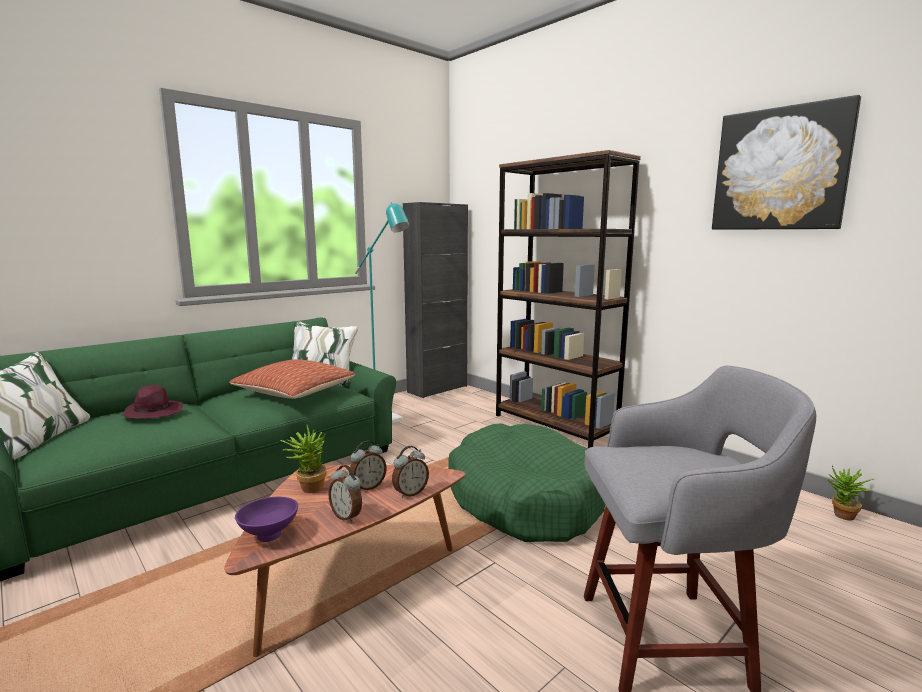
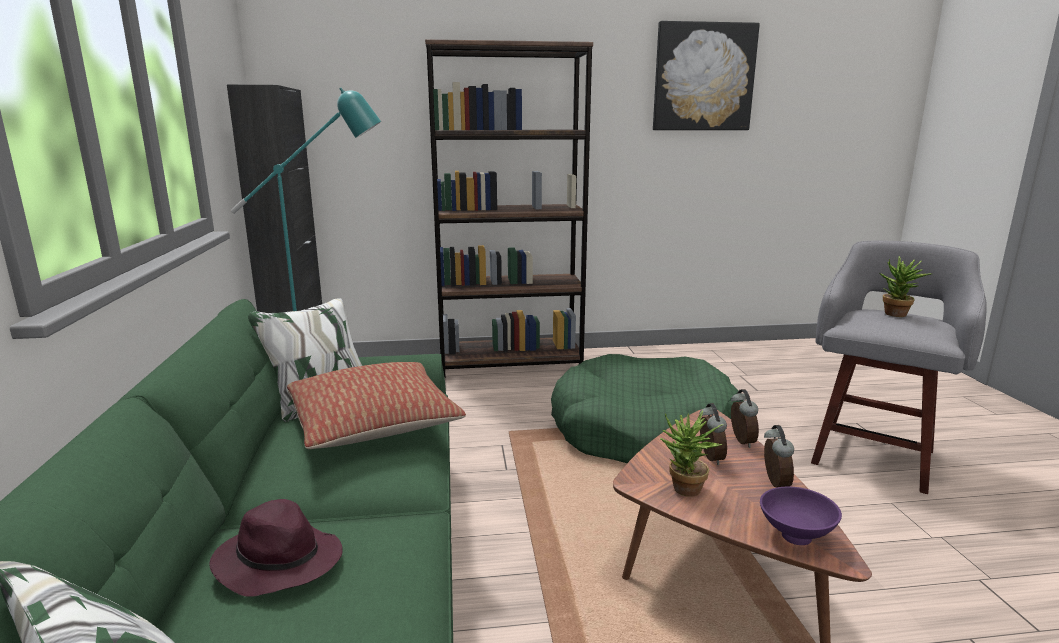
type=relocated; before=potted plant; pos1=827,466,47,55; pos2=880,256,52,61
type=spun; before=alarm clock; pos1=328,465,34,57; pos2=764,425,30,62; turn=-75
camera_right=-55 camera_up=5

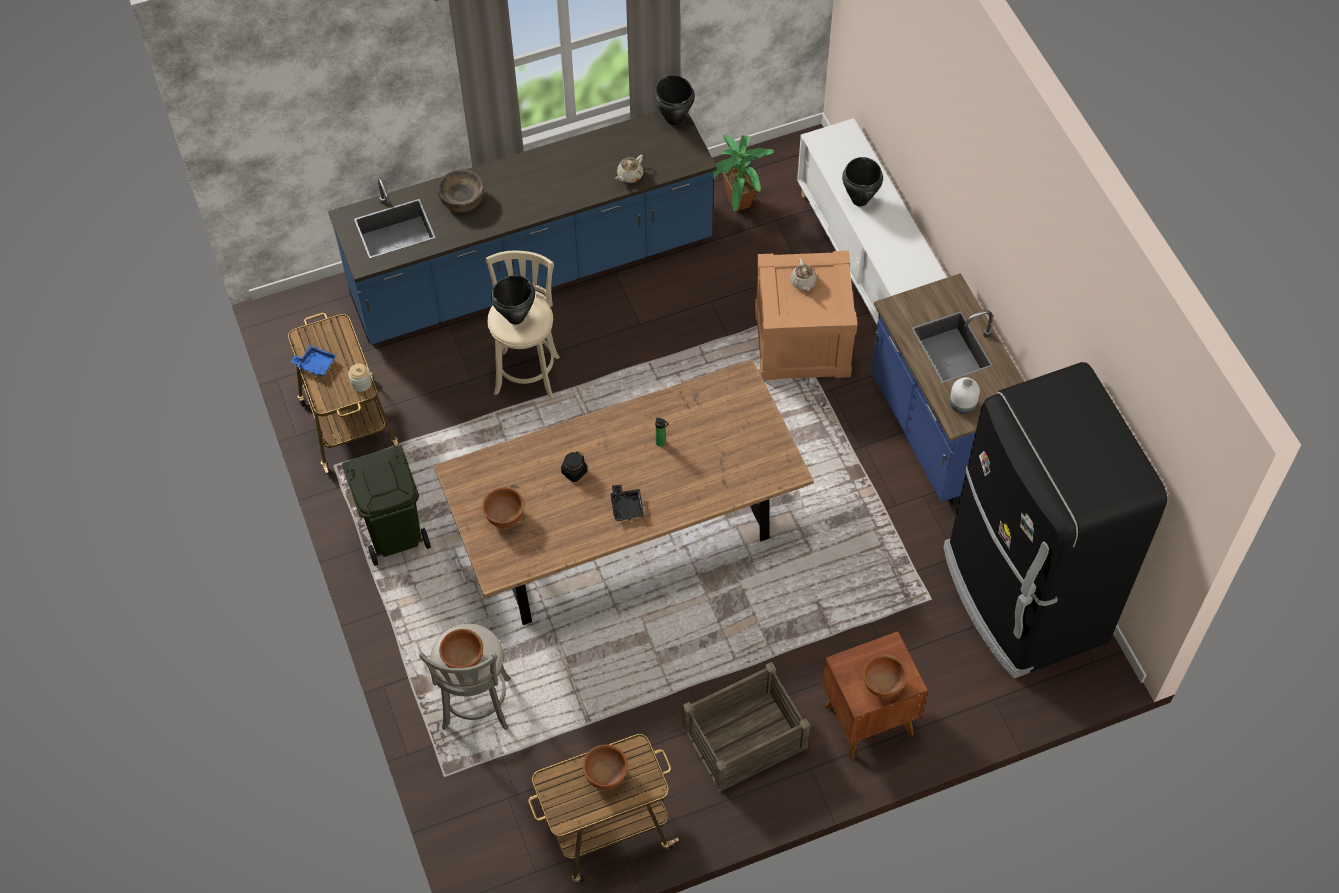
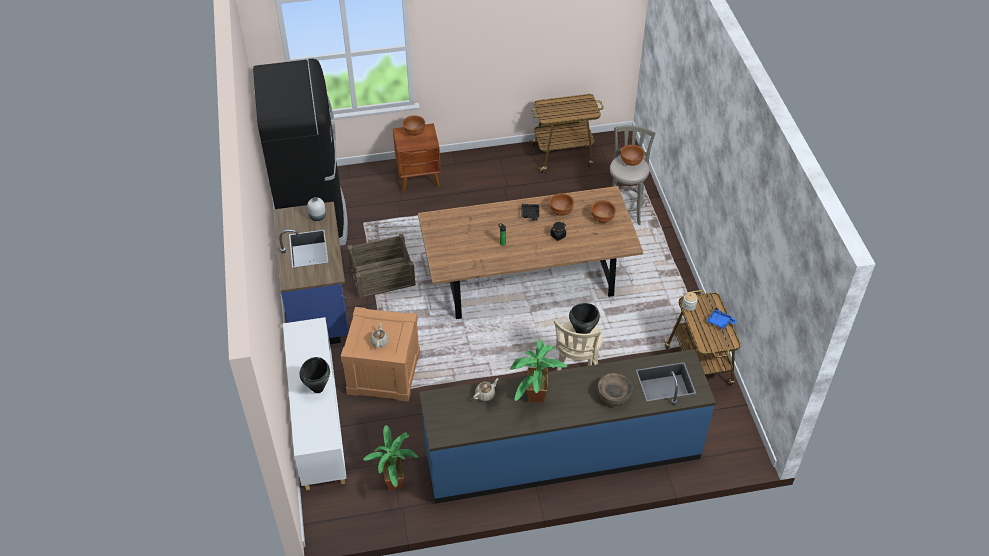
type=missing; before=trash can (green); pos1=342,445,89,121
type=missing; before=cooking pot (black); pos1=654,75,41,50
type=appeared; after=potted plant; pos2=510,340,57,63
type=relocated; before=bowl (brown); pos1=583,745,45,45; pos2=549,193,25,23
type=relocated; before=crate; pos1=682,662,128,130; pos2=347,234,69,64
camera_right=-170 camera_up=-10

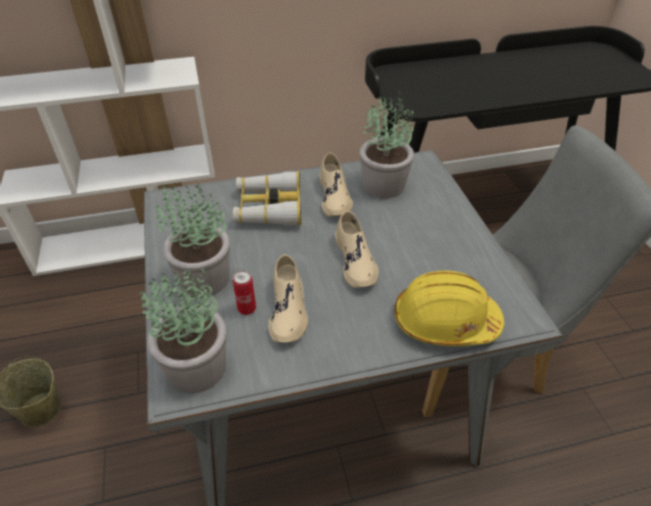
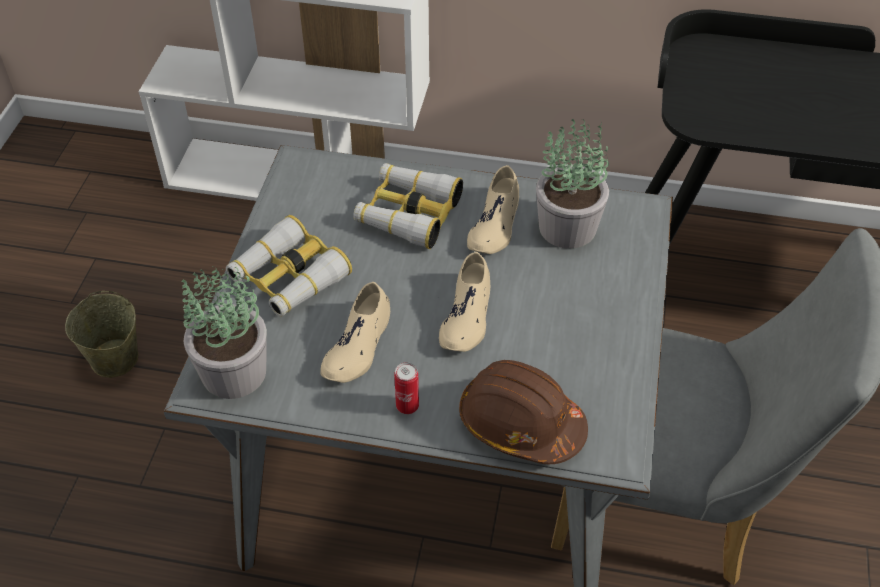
type=relocated; before=can; pos1=233,270,23,45; pos2=394,362,25,52
type=exchanged; before=potted plant; after=binoculars; pos1=155,181,75,117; pos2=226,215,126,102
type=colour; before=hard hat (yellow); after=hard hat (brown); pos1=394,270,110,76; pos2=459,360,129,104
camera_right=25 camera_up=5

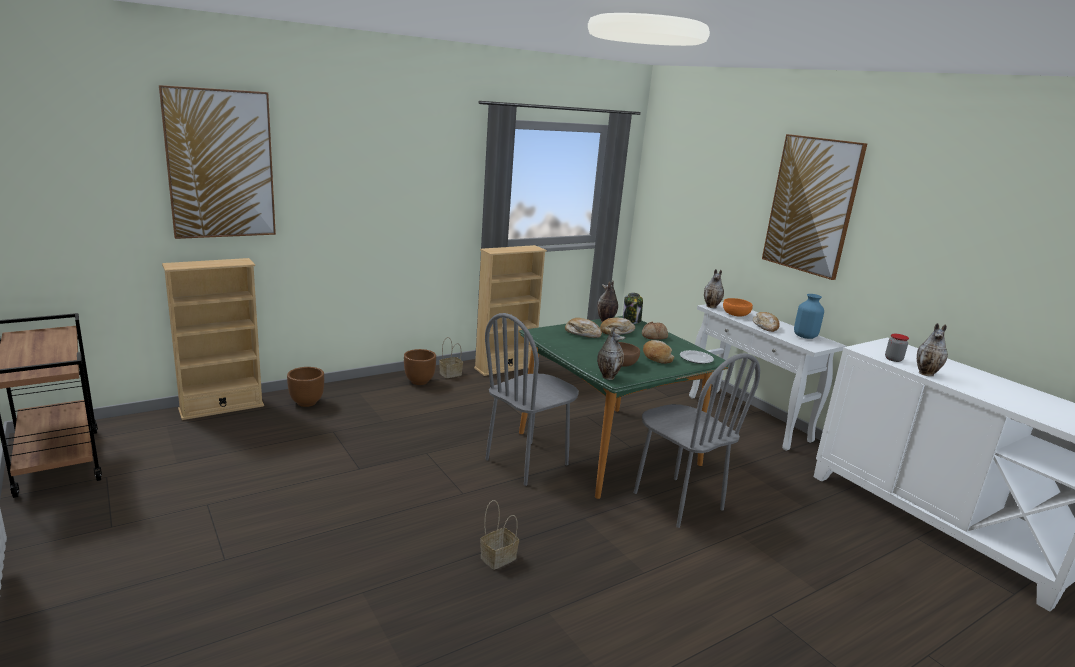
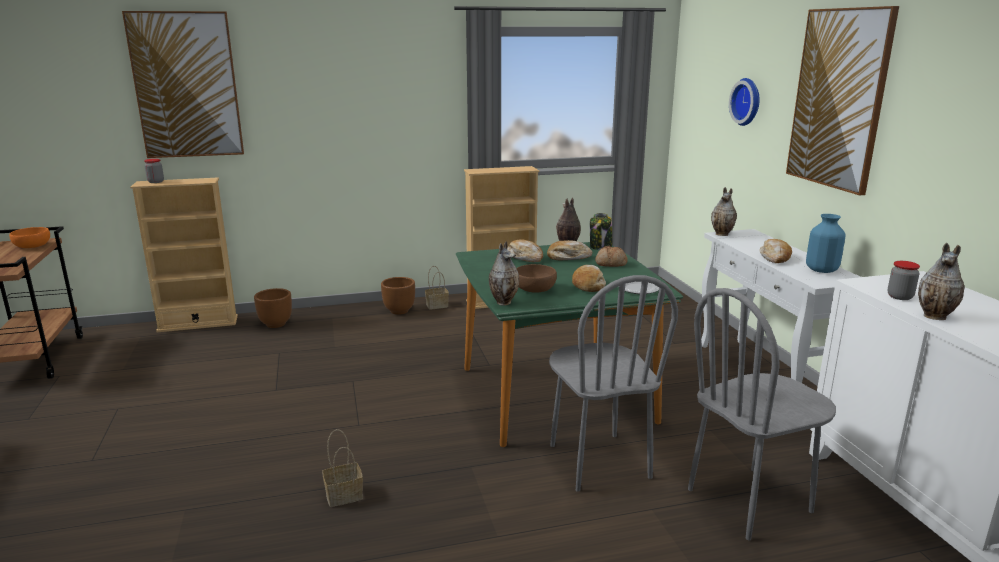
type=appeared; after=jar; pos2=144,159,20,24
type=appeared; after=wall clock; pos2=729,78,31,48
type=relocated; before=chair (grey); pos1=485,313,94,173; pos2=688,288,148,253
type=relocated; before=bowl (orange); pos1=723,298,30,19; pos2=9,227,41,21
camera_right=20 camera_up=0

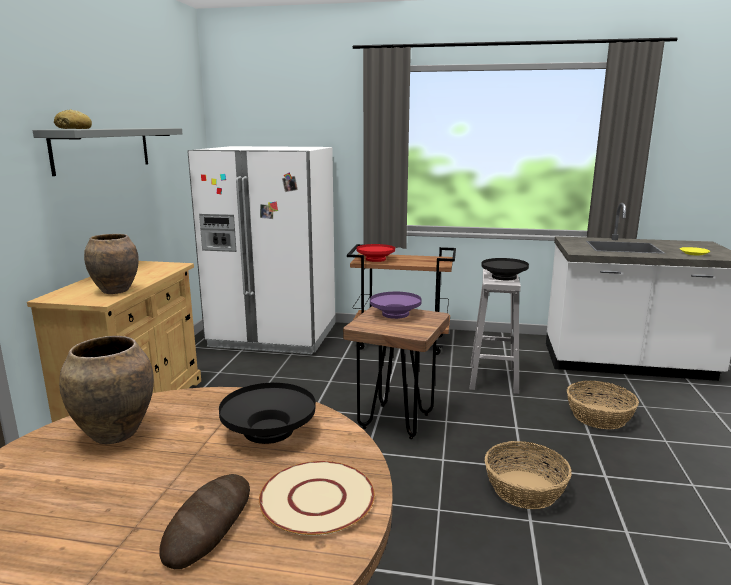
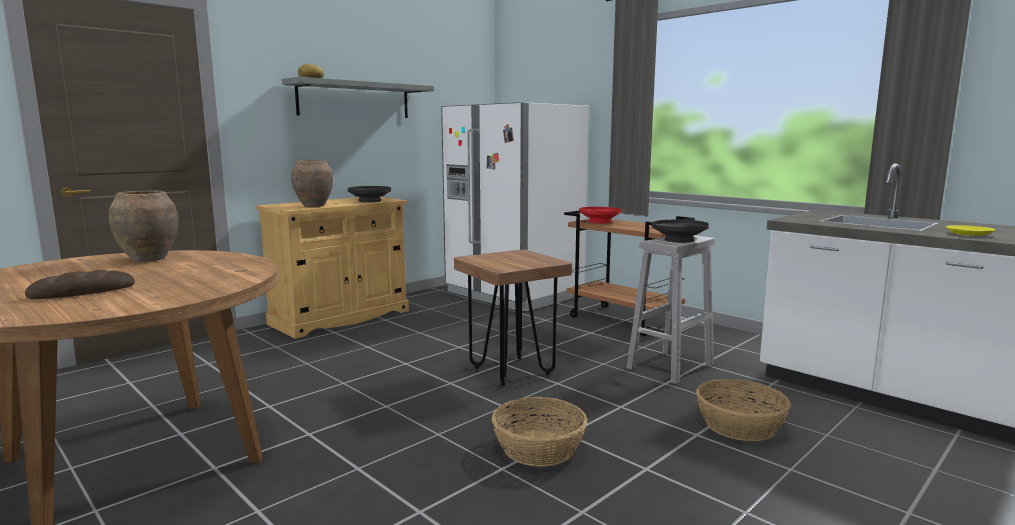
type=missing; before=plate (beige); pos1=259,461,116,75
type=missing; before=bowl (purple); pos1=370,292,52,27
type=relocated; before=bowl (black); pos1=219,383,97,61; pos2=348,186,43,17
camera_right=35 camera_up=-5

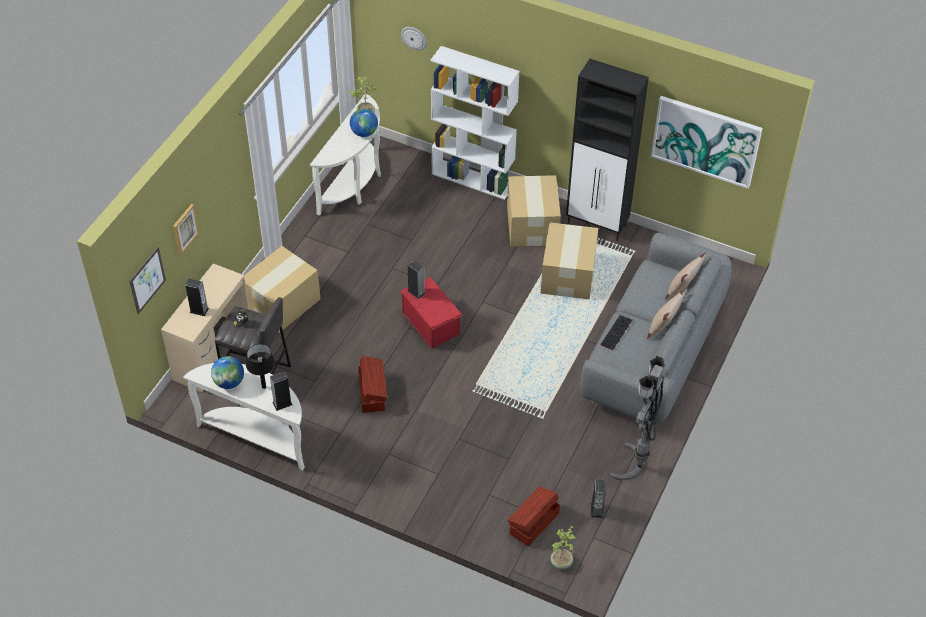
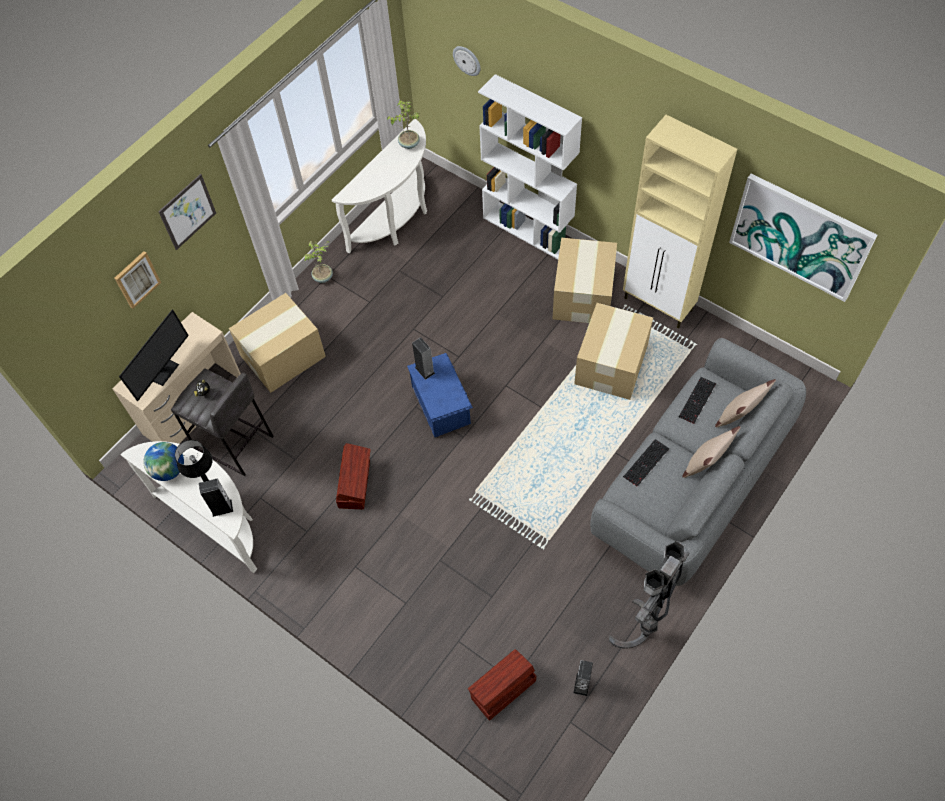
type=missing; before=globe; pos1=350,108,28,29
type=appeared; after=keyboard; pos2=678,377,38,47
type=relocated; before=picture; pos1=129,247,37,67; pos2=158,174,58,76
type=relocated; before=potted plant; pos1=551,526,25,44; pos2=304,241,29,42
type=exchanged; before=speaker; after=monitor; pos1=185,279,24,37; pos2=119,309,70,92
type=colour; before=storage box (red); after=storage box (blue); pos1=400,277,63,72; pos2=407,353,66,84
type=colour; before=cabinet (black); after=cabinet (beige); pos1=566,59,83,182; pos2=623,115,114,214
camera_right=15 camera_up=10

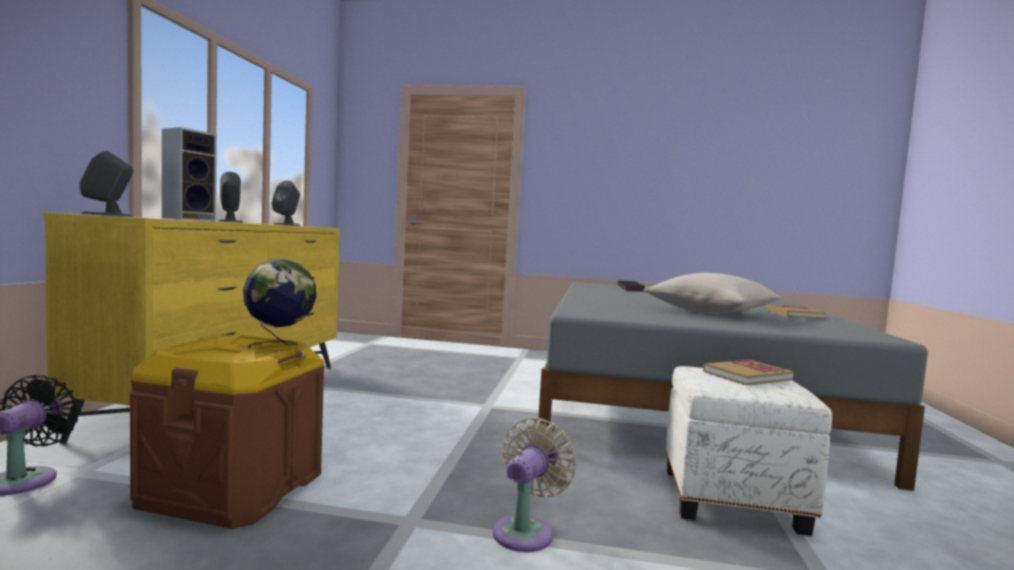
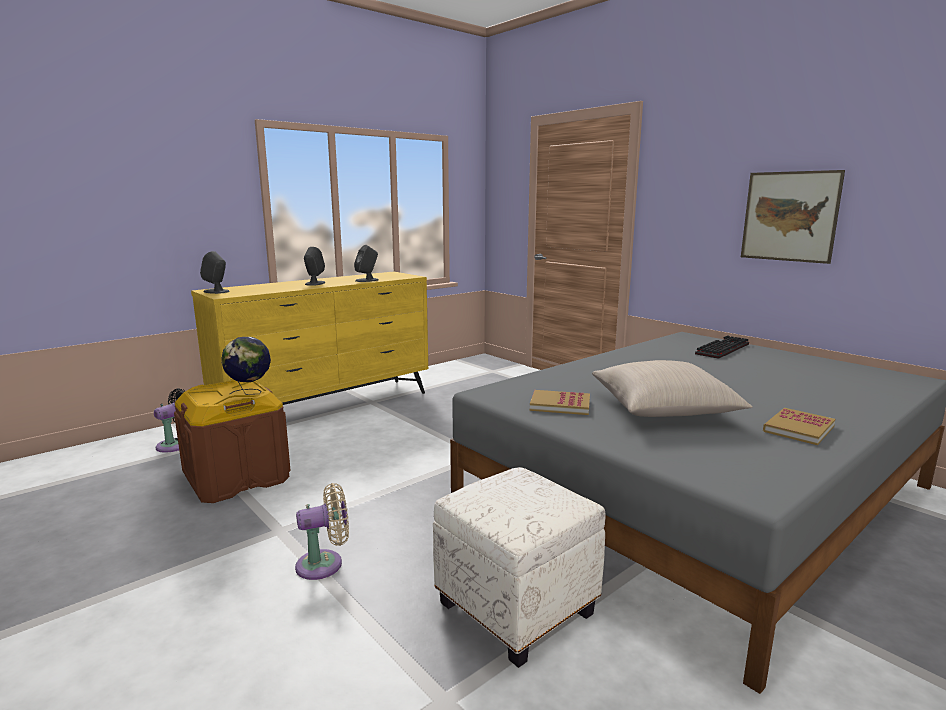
type=missing; before=speaker; pos1=162,127,55,94
type=appeared; after=picture; pos2=741,170,104,94
type=relocated; before=book; pos1=703,359,91,27; pos2=530,390,60,25
camera_right=40 camera_up=10

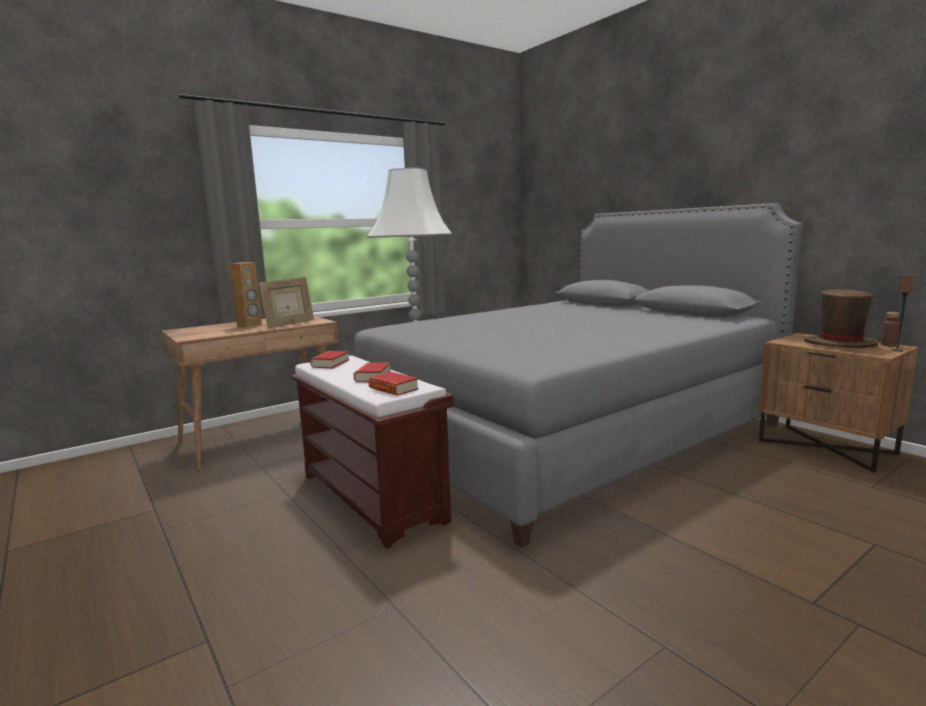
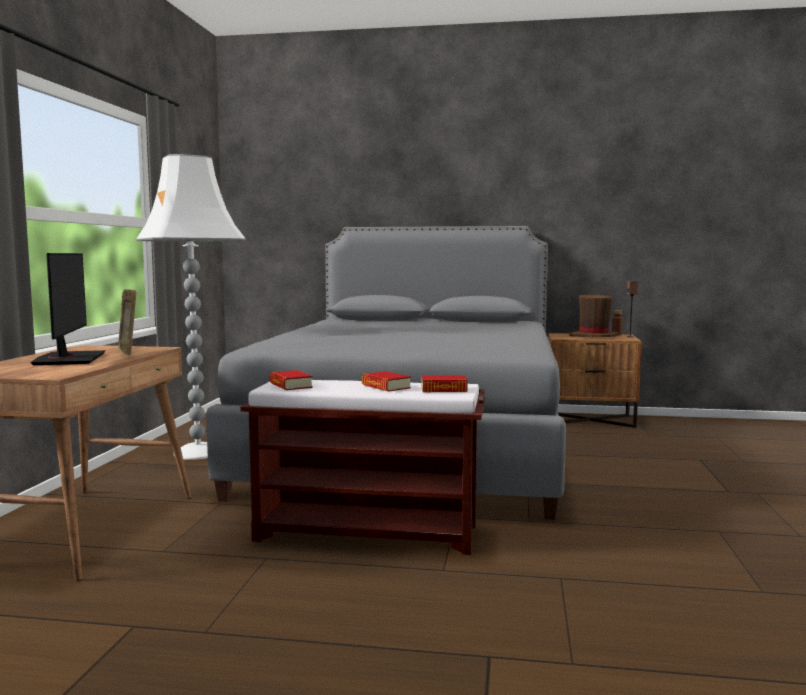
type=exchanged; before=speaker (brown); after=monitor; pos1=230,262,32,66; pos2=30,253,76,112
type=spun; before=picture frame; pos1=259,277,55,51; pos2=118,289,19,67; turn=150
camera_right=-45 camera_up=-5

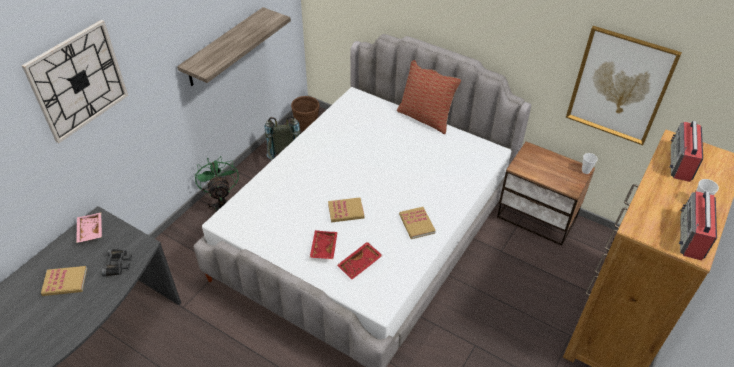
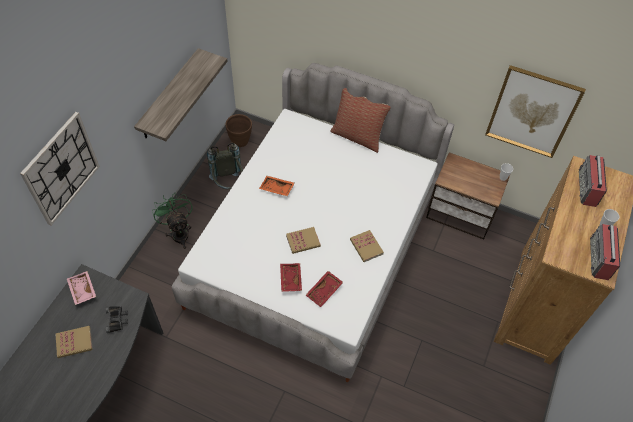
type=appeared; after=tray (orange); pos2=259,176,35,20
camera_right=-10 camera_up=10

